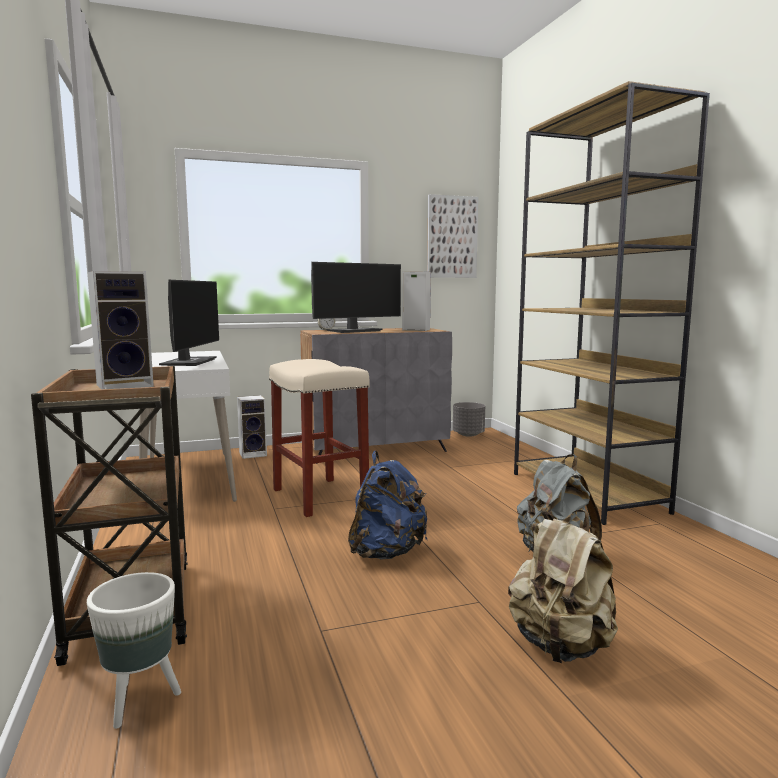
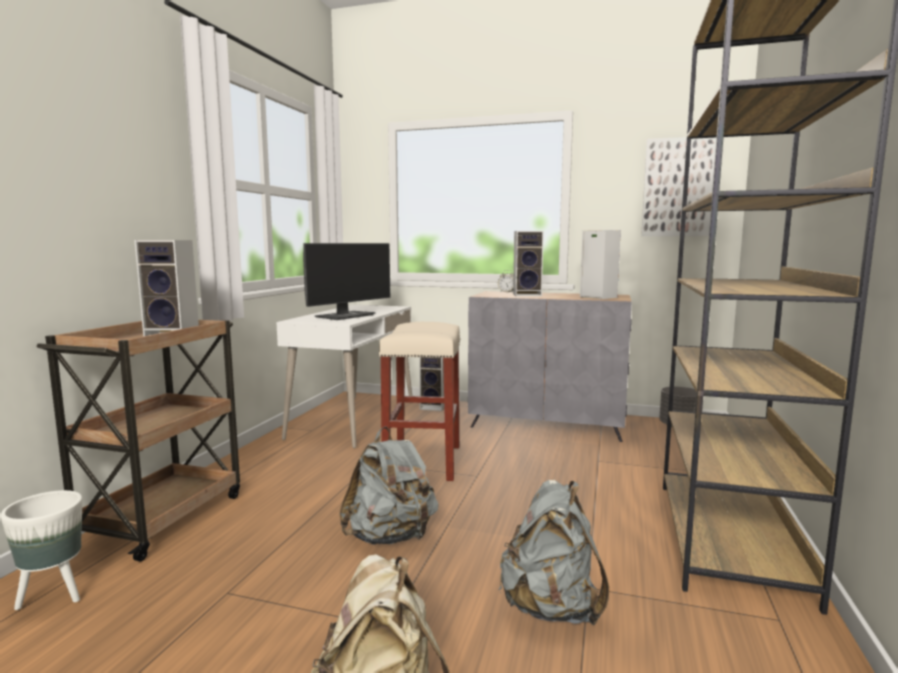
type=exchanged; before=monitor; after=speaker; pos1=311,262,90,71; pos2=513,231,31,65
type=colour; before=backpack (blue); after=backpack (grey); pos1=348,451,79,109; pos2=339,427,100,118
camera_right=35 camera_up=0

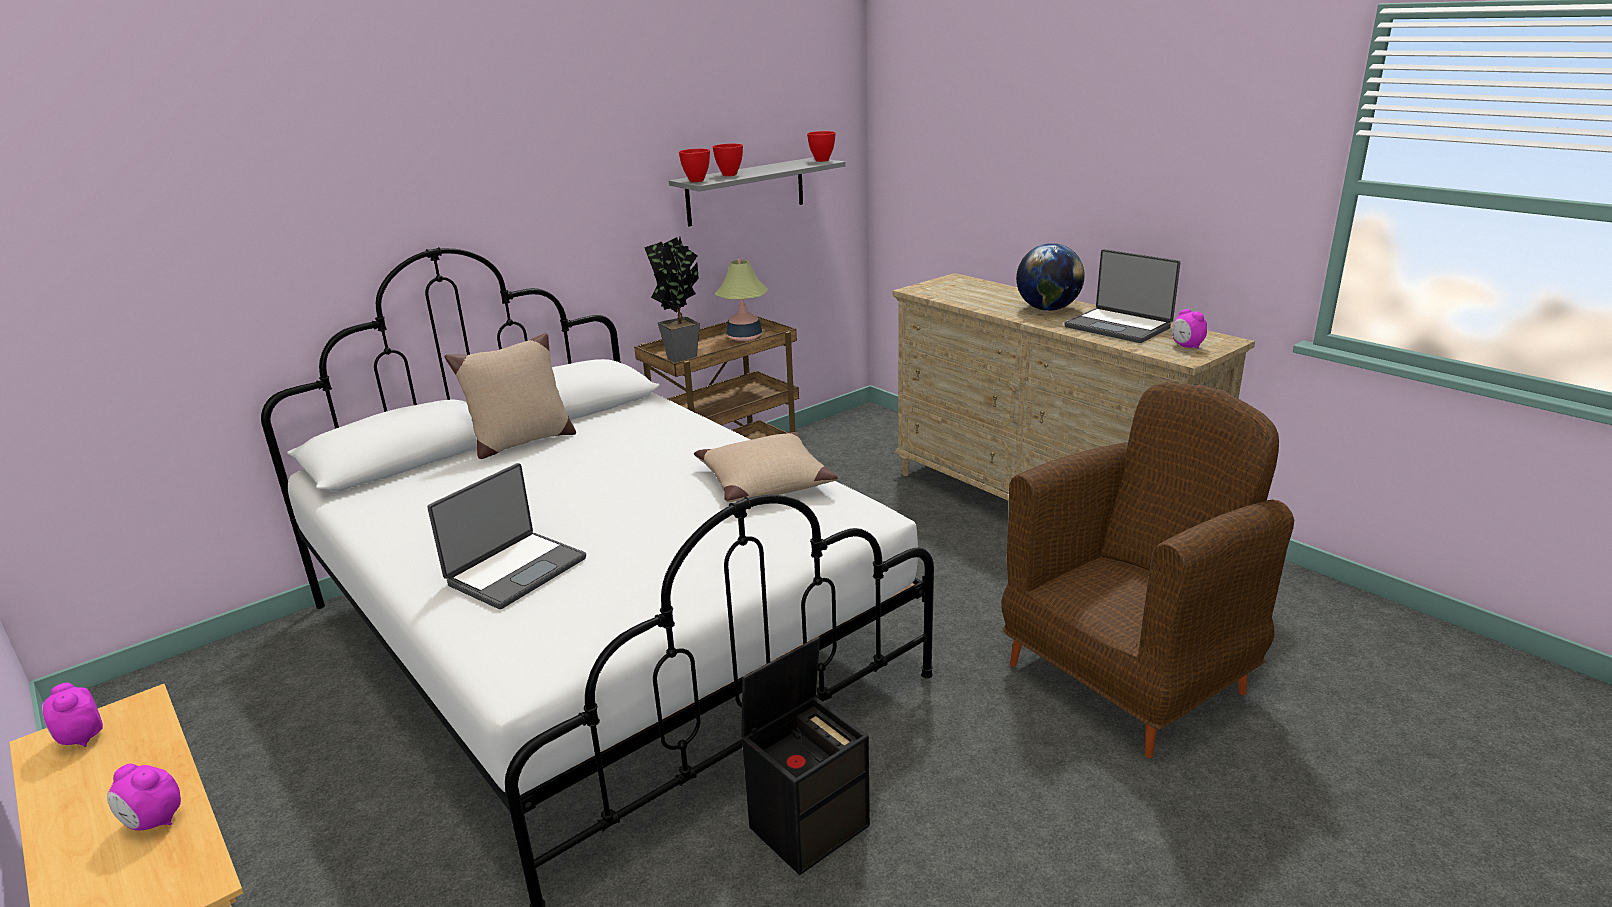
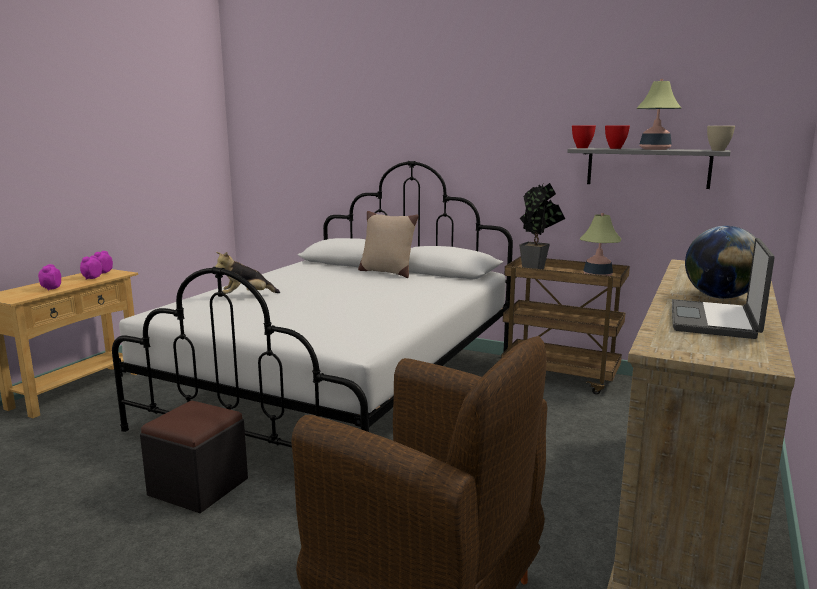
type=missing; before=pillow (beige); pos1=694,432,144,70
type=appeared; after=table lamp; pos2=637,79,44,71
type=relocated; before=alarm clock; pos1=1172,309,35,40; pos2=80,255,22,24
type=exchanged; before=laptop; after=plush toy; pos1=427,463,159,146; pos2=215,252,65,42
type=exchanged; before=storage box (black); after=ottoman (black); pos1=741,637,129,238; pos2=140,400,108,113
type=colour; before=bowl (red); after=bowl (beige); pos1=807,131,29,31; pos2=707,126,28,25
camera_right=65 camera_up=-10

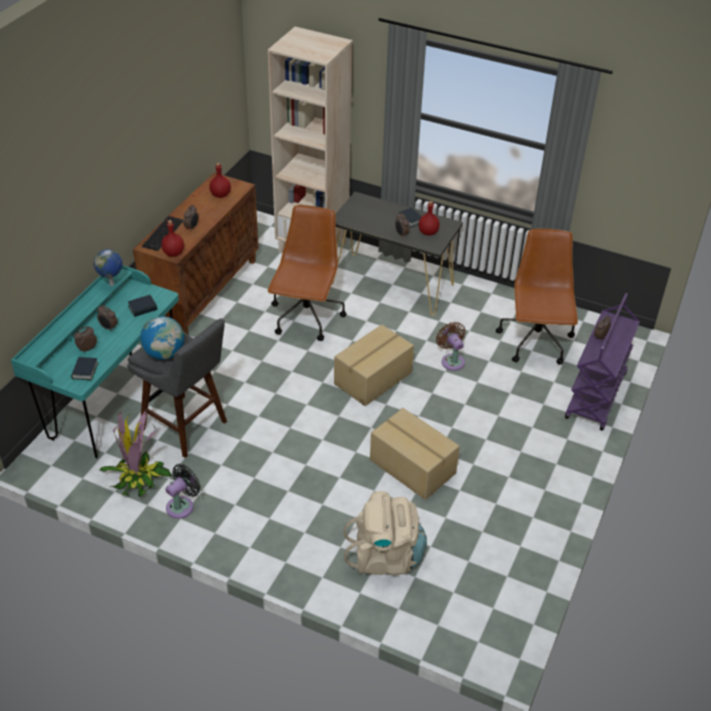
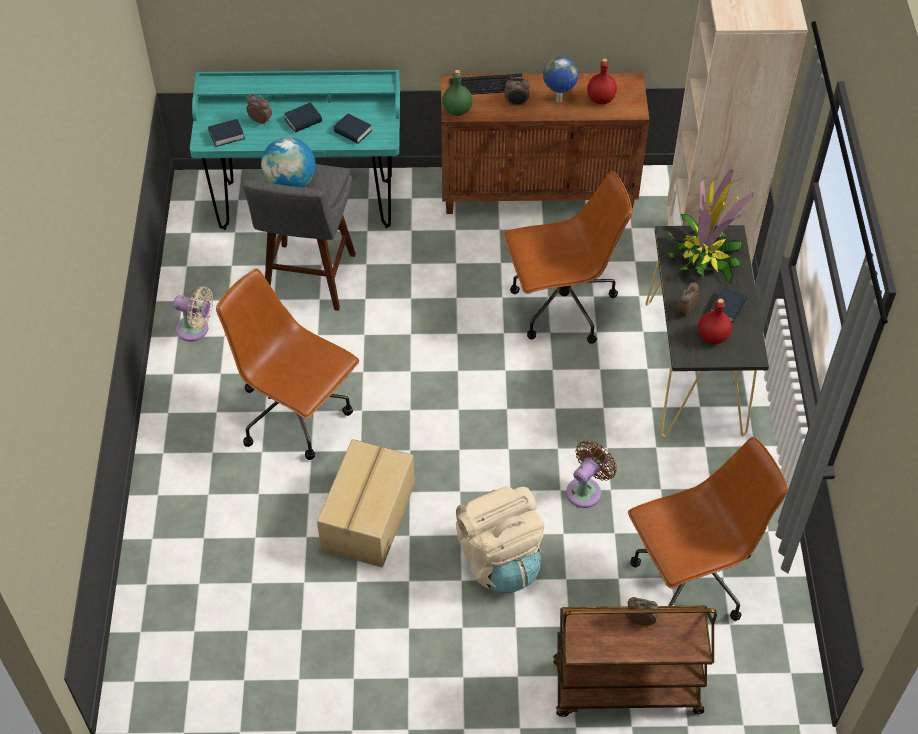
type=missing; before=cardboard box; pos1=334,325,80,81
type=appeared; after=office chair (brown); pos2=216,268,143,192
type=relocated; before=globe; pos1=94,249,28,37; pos2=543,57,36,45
type=relocated; before=potted plant; pos1=99,410,73,87; pos2=667,169,87,115
type=relocated; before=backpack (beige); pos1=343,491,84,84; pos2=456,486,88,107
type=exchanged; before=alarm clock; after=book; pos1=97,305,21,26; pos2=284,103,38,30
type=colour; before=bottle (red); after=bottle (green); pos1=161,220,23,37; pos2=442,70,31,46
type=colour; before=fan (black); after=fan (beige); pos1=165,464,35,55; pos2=173,286,40,55
type=colour; before=cart (purple); after=cart (brown); pos1=565,293,75,138; pos2=553,606,164,111
camera_right=65 camera_up=10

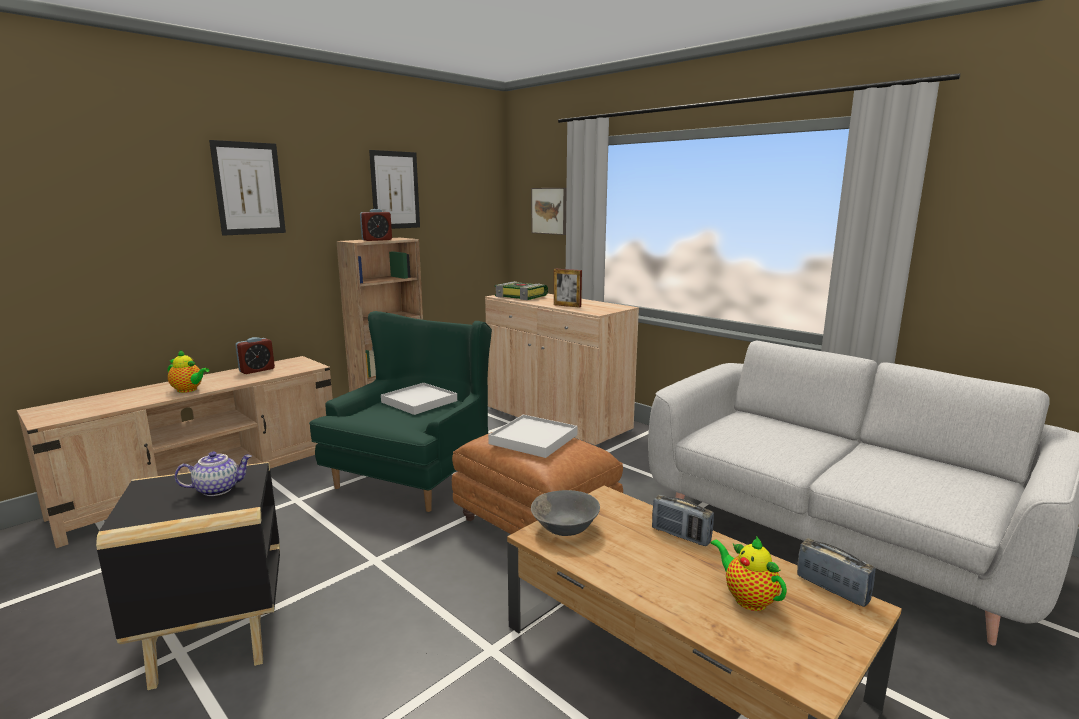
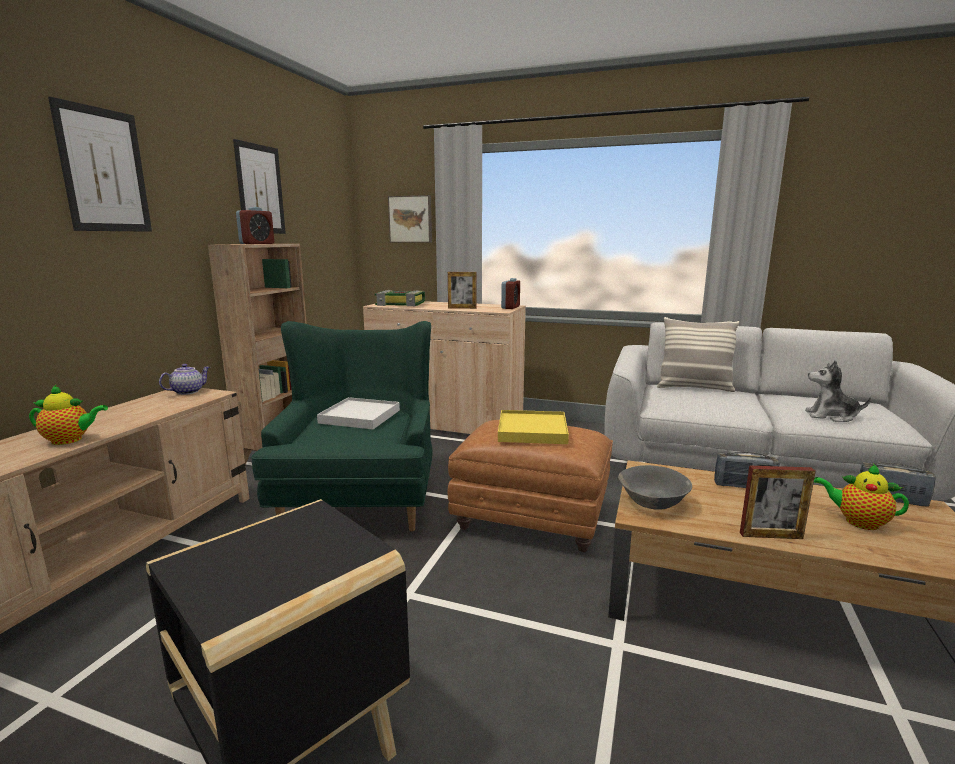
type=appeared; after=pillow; pos2=657,317,82,75
type=appeared; after=picture frame; pos2=740,465,76,74
type=appeared; after=plush toy; pos2=806,360,65,62
type=relocated; before=teapot; pos1=175,451,77,45; pos2=159,364,51,31
type=relocated; before=alarm clock; pos1=235,337,40,37; pos2=501,278,19,31
type=colour; before=tray (white); after=tray (yellow); pos1=488,415,89,43; pos2=498,410,71,34
camera_right=-25 camera_up=0

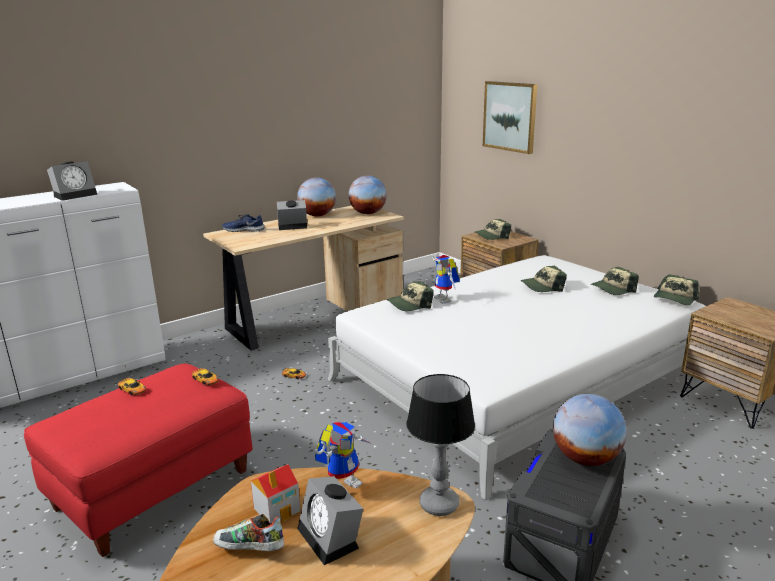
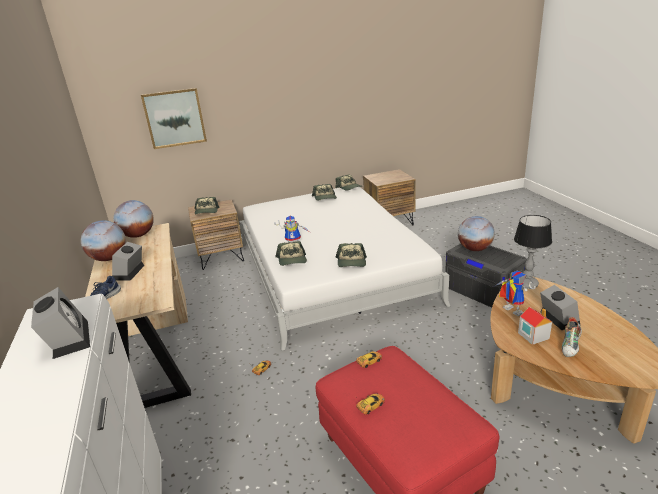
type=relocated; before=cap; pos1=521,266,46,26; pos2=336,243,31,24
type=spun; before=alarm clock; pos1=297,476,66,89; pos2=540,285,40,45; turn=-90
camera_right=-70 camera_up=5

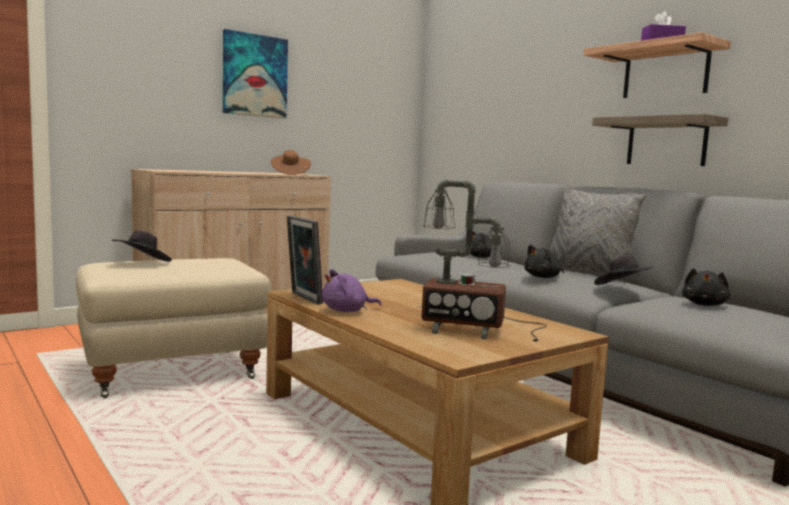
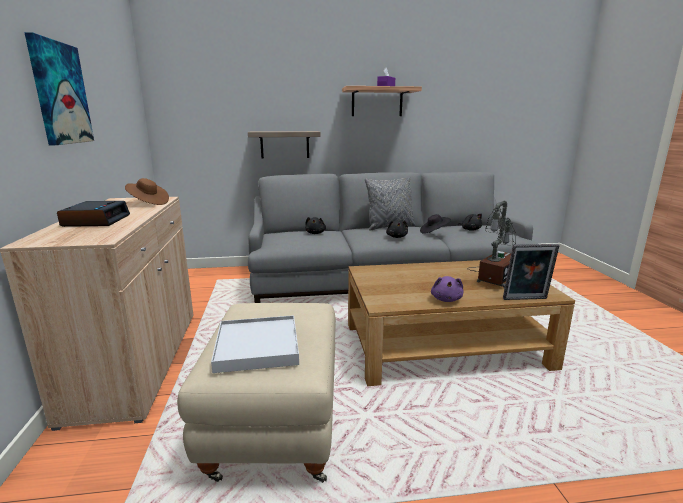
type=appeared; after=alarm clock; pos2=57,201,73,26
type=relocated; before=picture frame; pos1=287,215,36,90; pos2=503,244,57,56
type=relocated; before=shelf; pos1=592,114,136,52; pos2=248,131,73,27
type=exchanged; before=hat (black); after=tray (white); pos1=111,230,61,32; pos2=211,315,88,58
camera_right=-60 camera_up=10

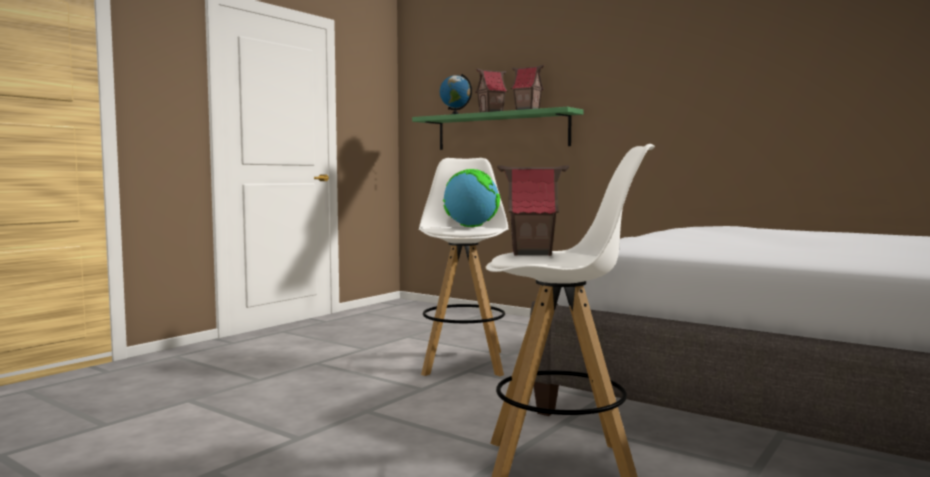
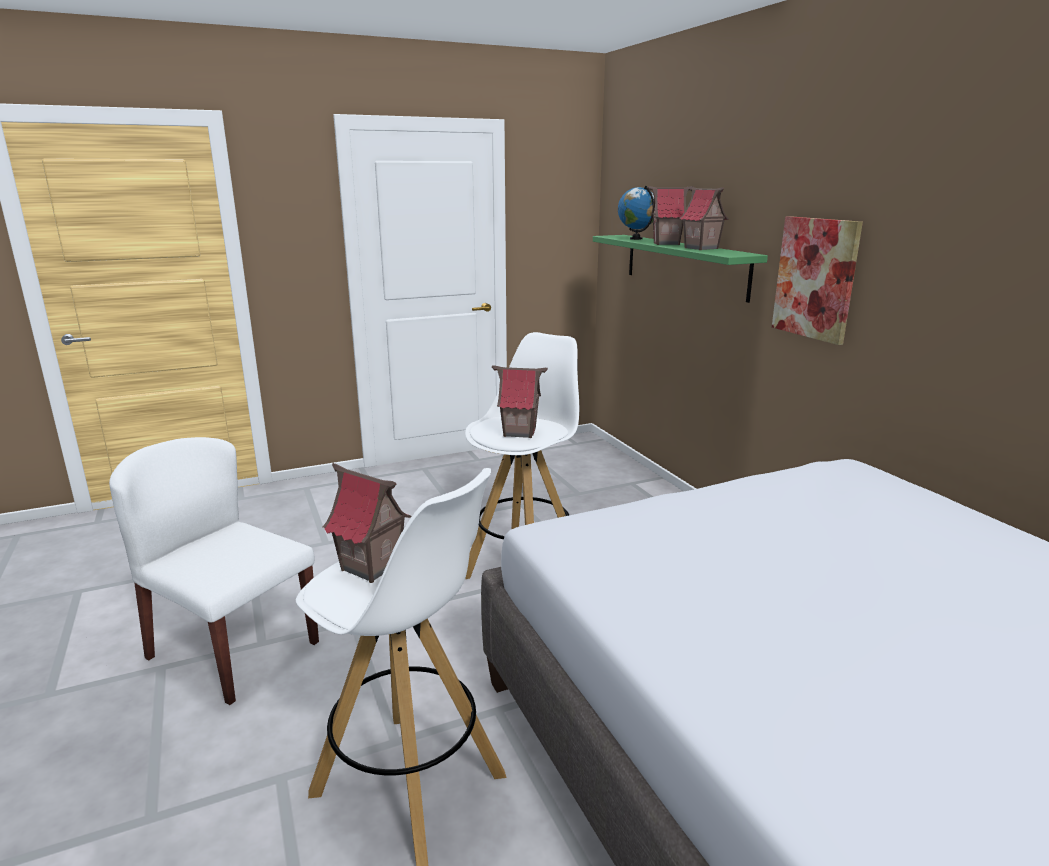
type=appeared; after=chair (white); pos2=109,437,210,268
type=appeared; after=picture; pos2=772,216,91,129
type=exchanged; before=globe; after=toy house; pos1=443,169,57,58; pos2=492,365,56,73
camera_right=30 camera_up=15

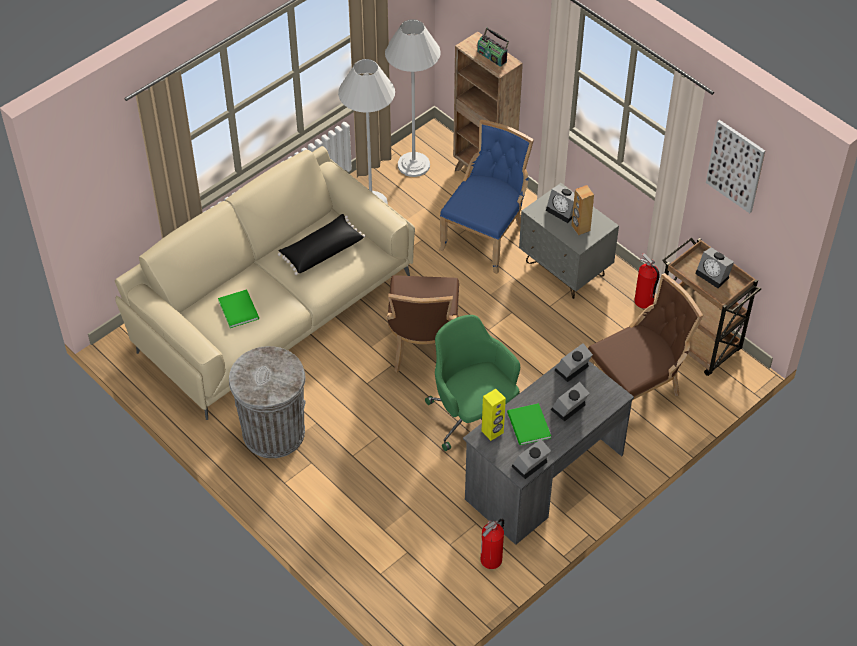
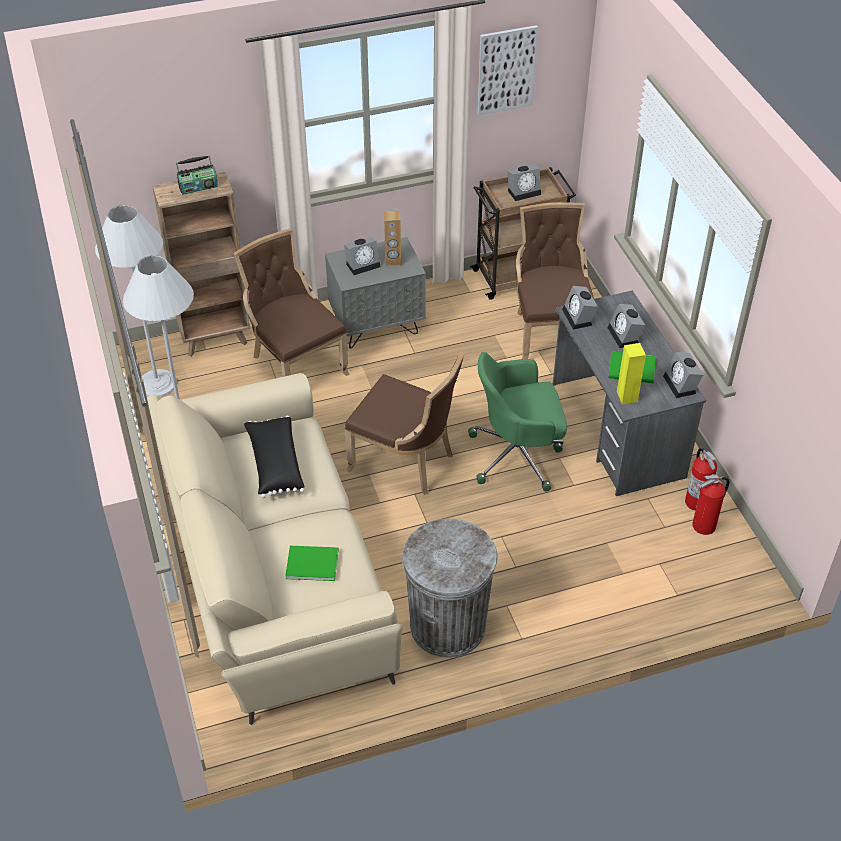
type=relocated; before=fire extinguisher; pos1=634,253,26,56; pos2=692,474,38,61
type=colour; before=chair (blue); after=chair (brown); pos1=439,119,95,155; pos2=233,228,117,149
camera_right=-65 camera_up=-5

